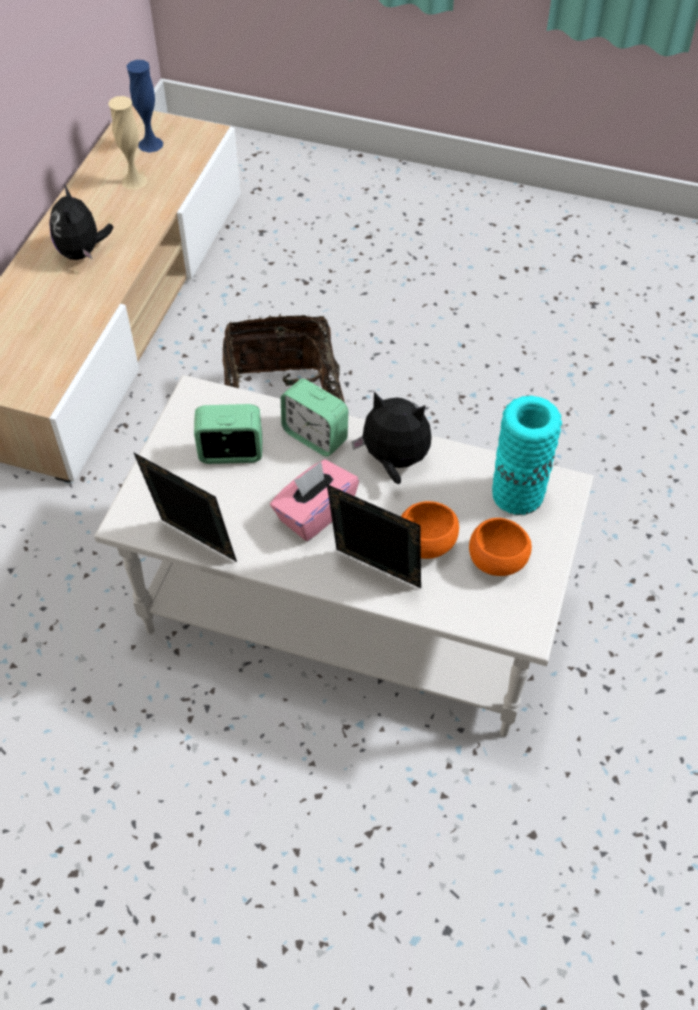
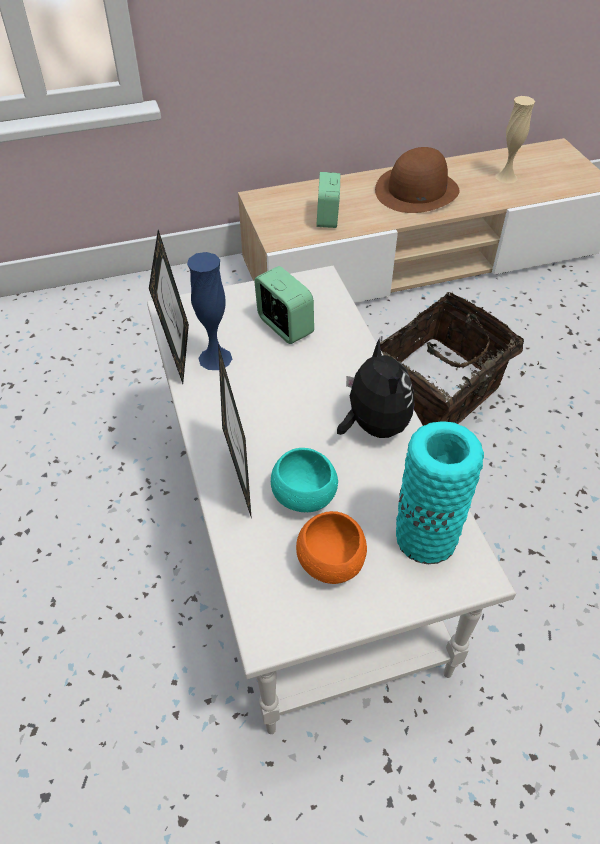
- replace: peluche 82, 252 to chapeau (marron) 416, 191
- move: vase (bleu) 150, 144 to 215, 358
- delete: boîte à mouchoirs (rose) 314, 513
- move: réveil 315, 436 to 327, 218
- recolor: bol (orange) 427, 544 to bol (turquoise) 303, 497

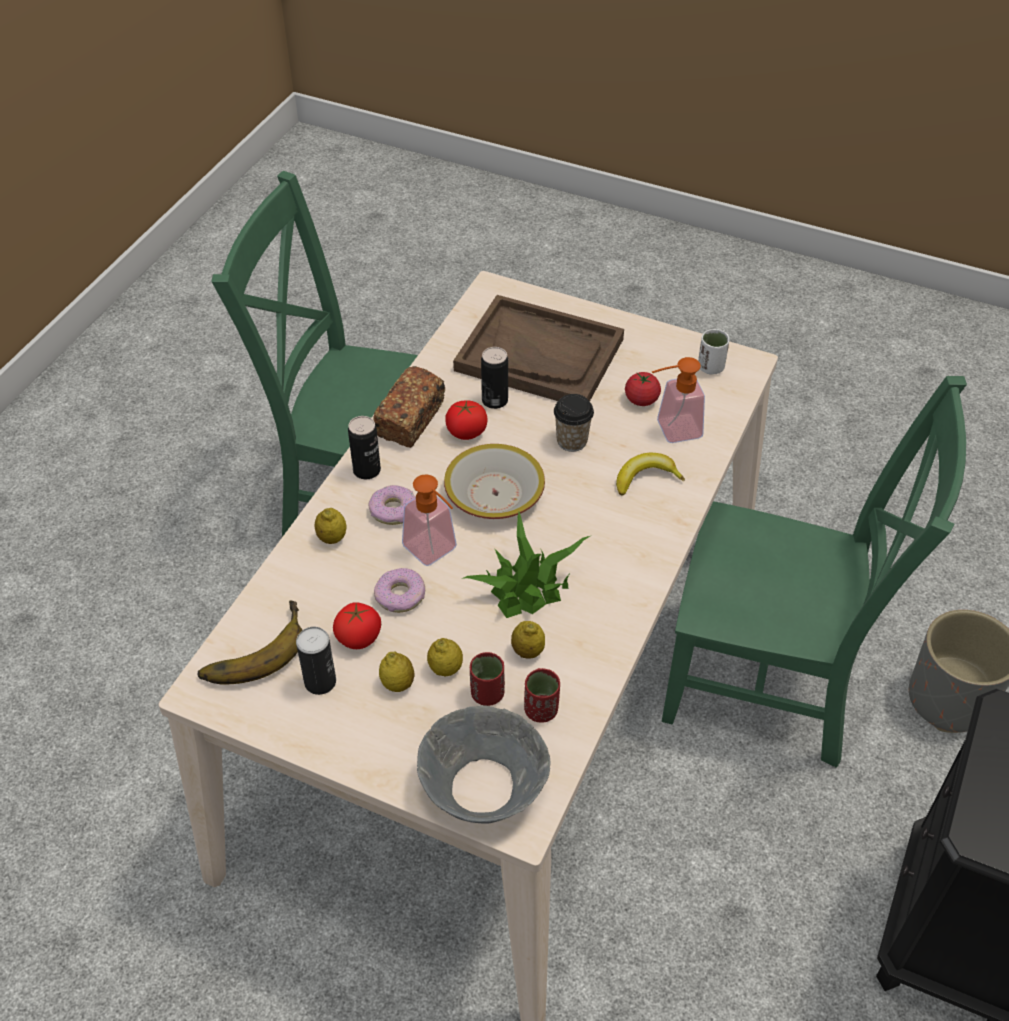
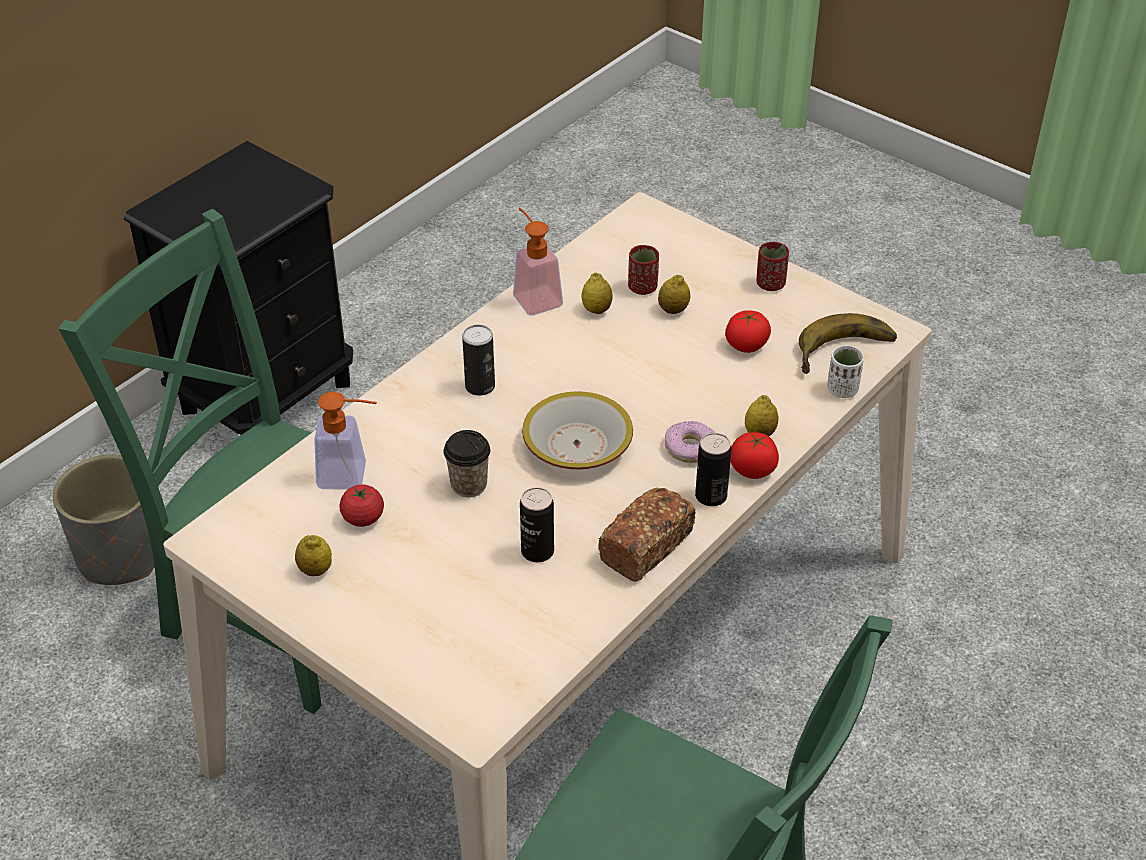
- move: boîte métallique 320, 682 to 480, 386
- delete: beignet 400, 596
- move: citron 397, 684 to 315, 570
- move: distributeur de savon 435, 552 to 534, 296
- delete: bol (gris) 484, 788
- move: tomate 466, 432 to 752, 469
- delete: plateau (marron) 540, 355
- delete: plante en pot 527, 587
- move: tasse (rouge) 541, 710 to 770, 284
- delete: banane 645, 478
- move: tasse (blanc) 710, 367 to 842, 390

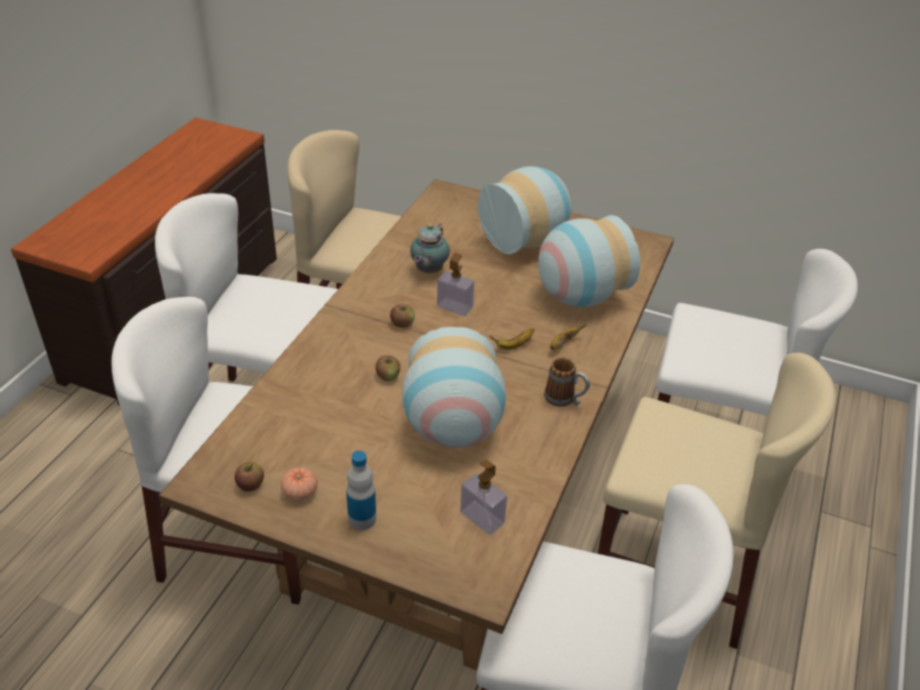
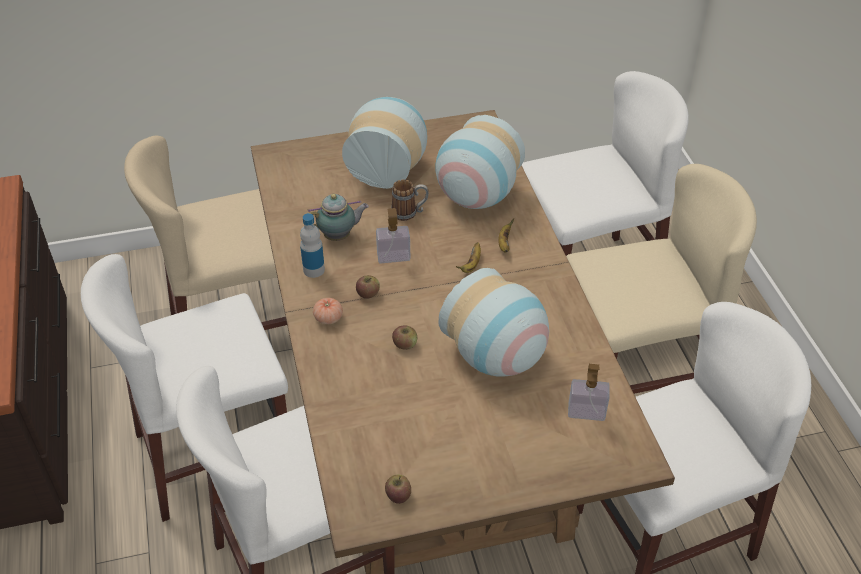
- move: tomate 300, 492 to 328, 318
- move: bouteille 362, 519 to 314, 270
- rotate: théière 428, 271 = 339, 236 90 degrees counterclockwise
- move: mug 565, 400 to 409, 213

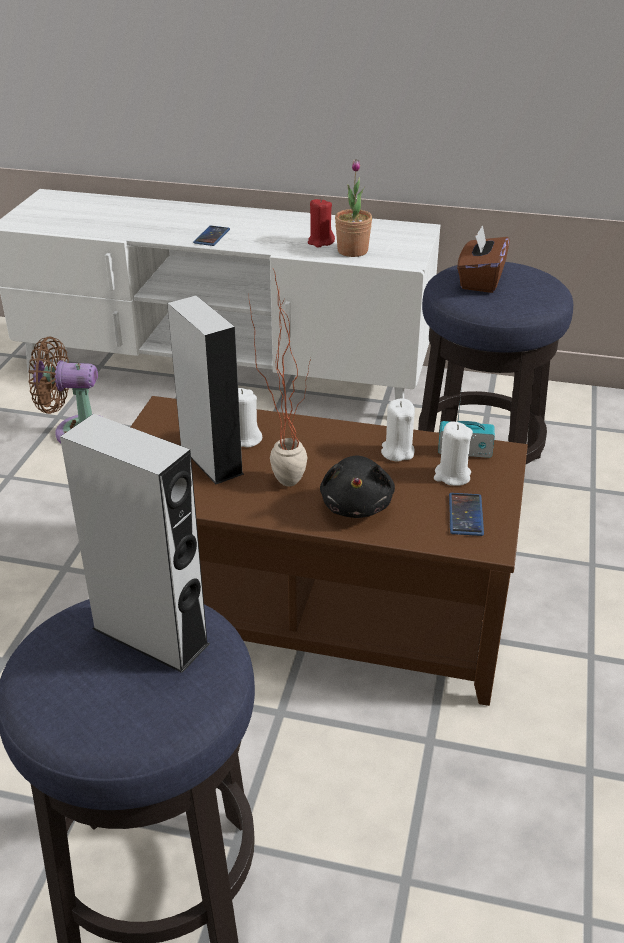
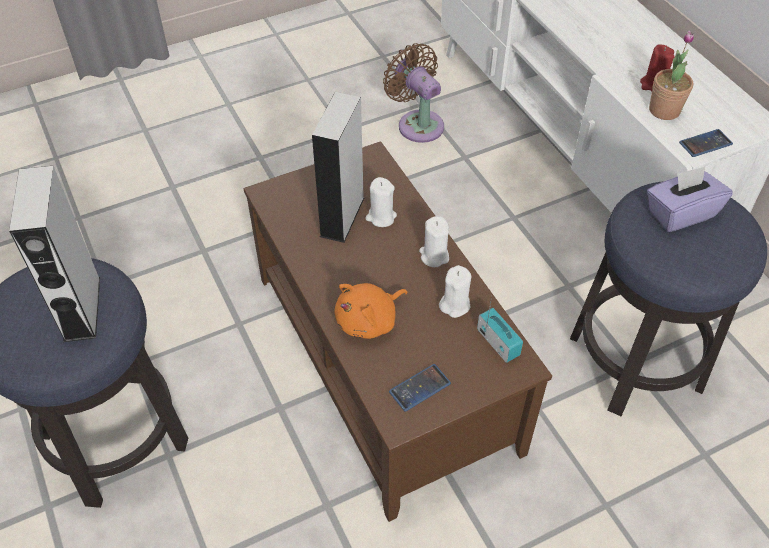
- move: téléphone 212, 236 to 705, 143
- delete: plante en pot 283, 476
- recolor: peluche (noir) 357, 505 to peluche (orange) 369, 321
- move: bougie (blanc) 452, 476 to 434, 256
- recolor: boîte à mouchoirs (marron) 480, 280 to boîte à mouchoirs (violet) 680, 213

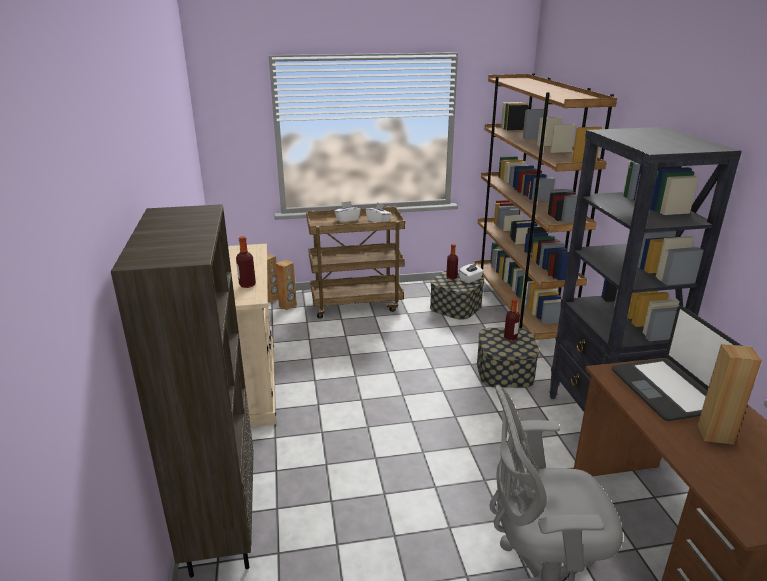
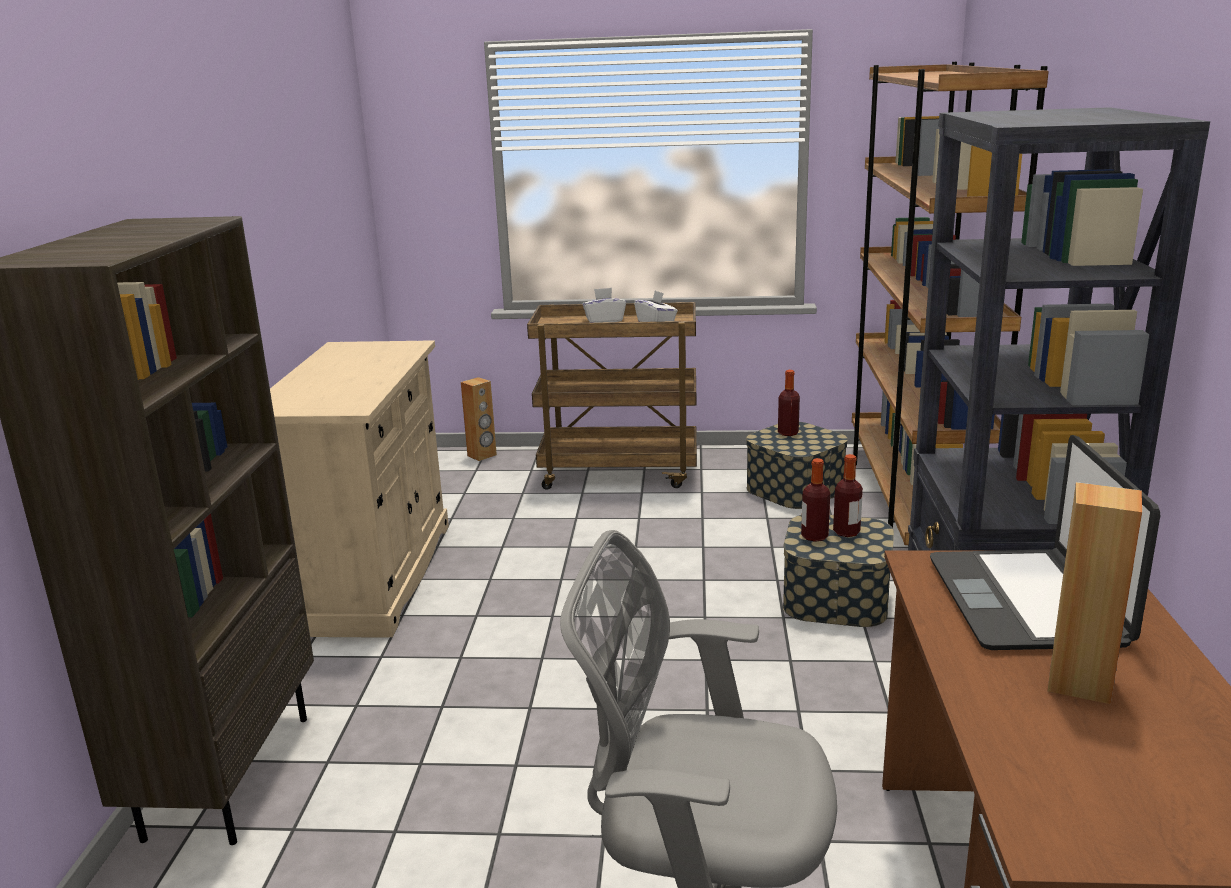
- move: bouteille 247, 285 to 814, 536
- delete: enceinte (marron) 288, 306
- delete: boîte à mouchoirs (blanc) 470, 279

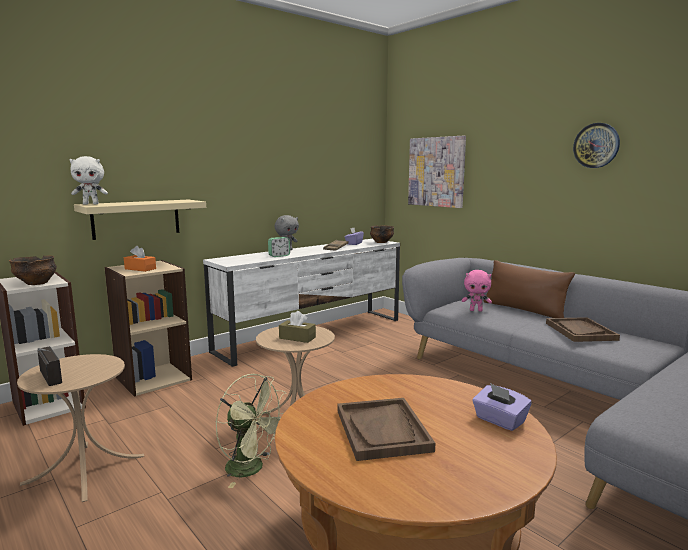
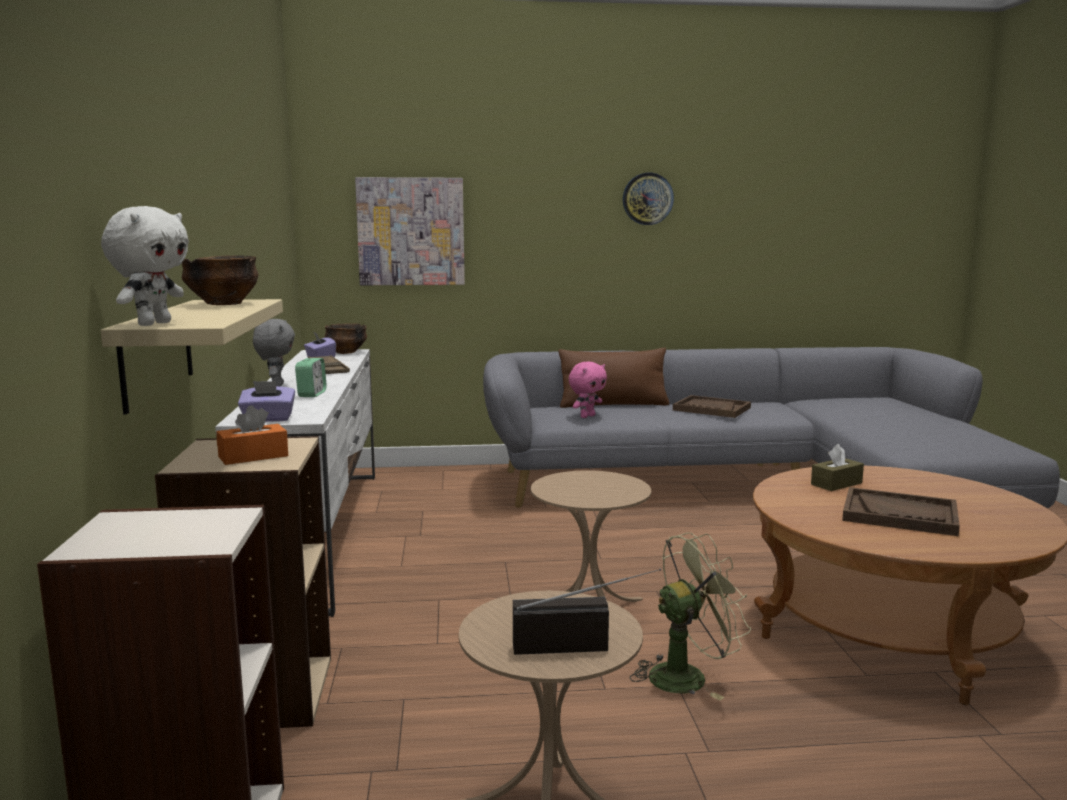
- move: bol 36, 283 to 223, 304
- move: boîte à mouchoirs (marron) 297, 338 to 836, 484
- move: boîte à mouchoirs (violet) 499, 421 to 268, 419

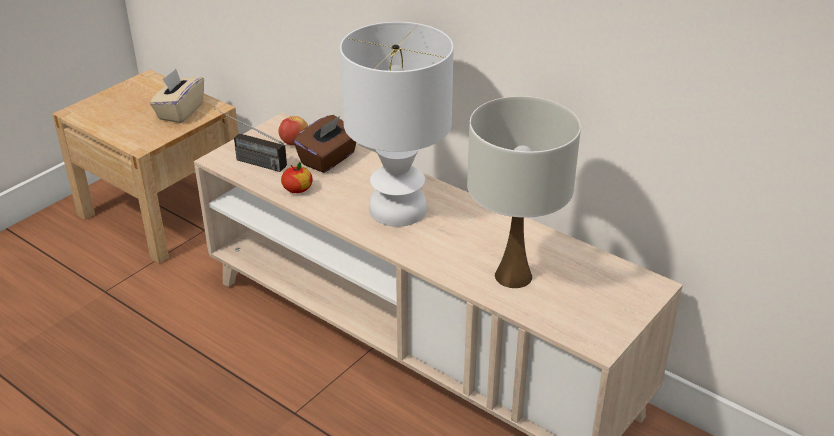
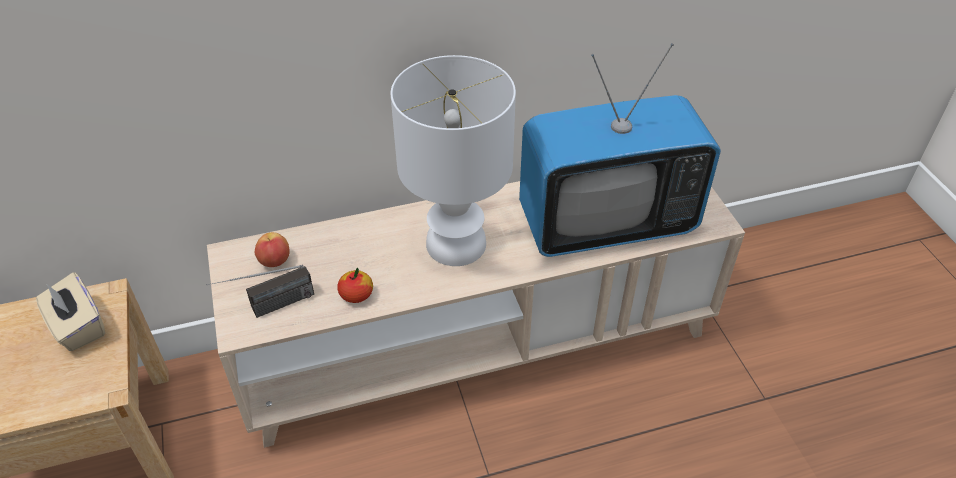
- delete: boîte à mouchoirs (marron) 328, 159
- replace: lampe de table (blanc) 514, 276 to téléviseur 606, 223

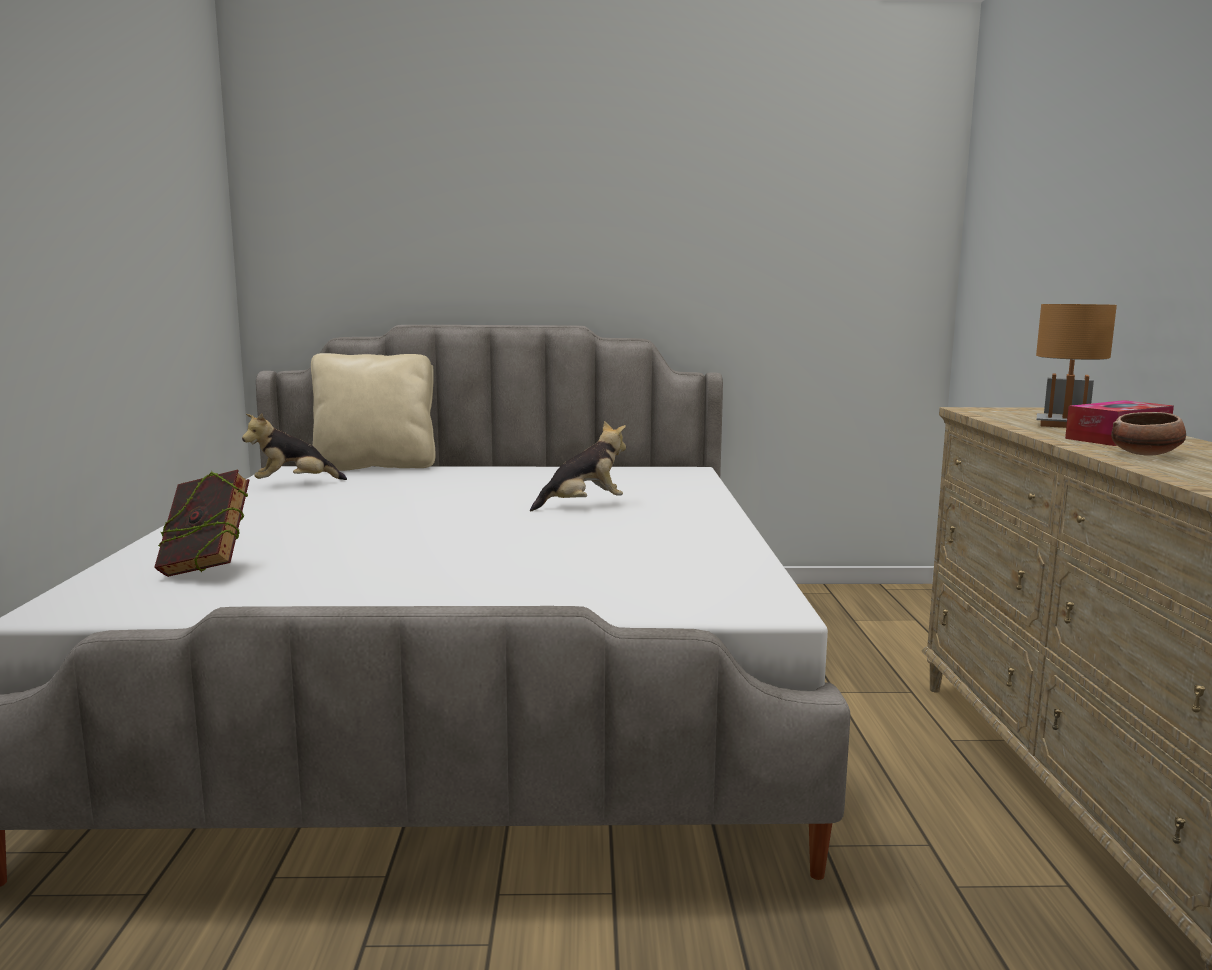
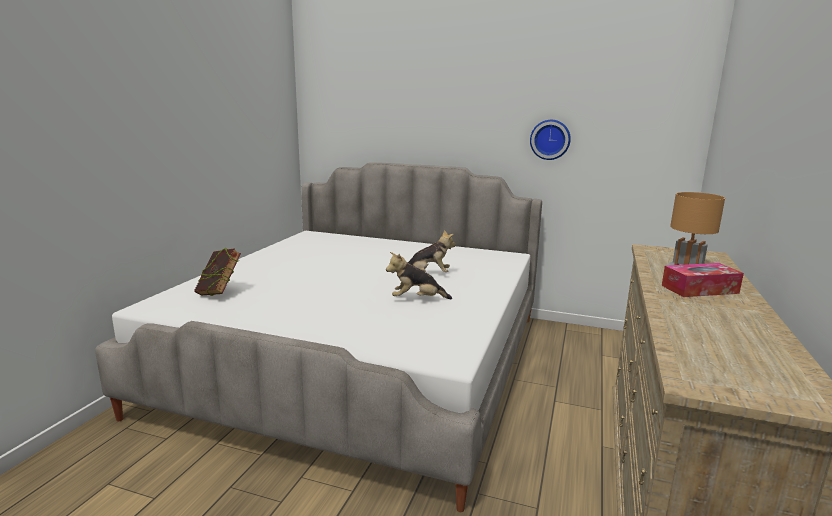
- move: peluche 294, 484 to 417, 299
- delete: coussin (beige) 375, 466
- delete: bol 1146, 454
- insert: horloge murale 550, 139

